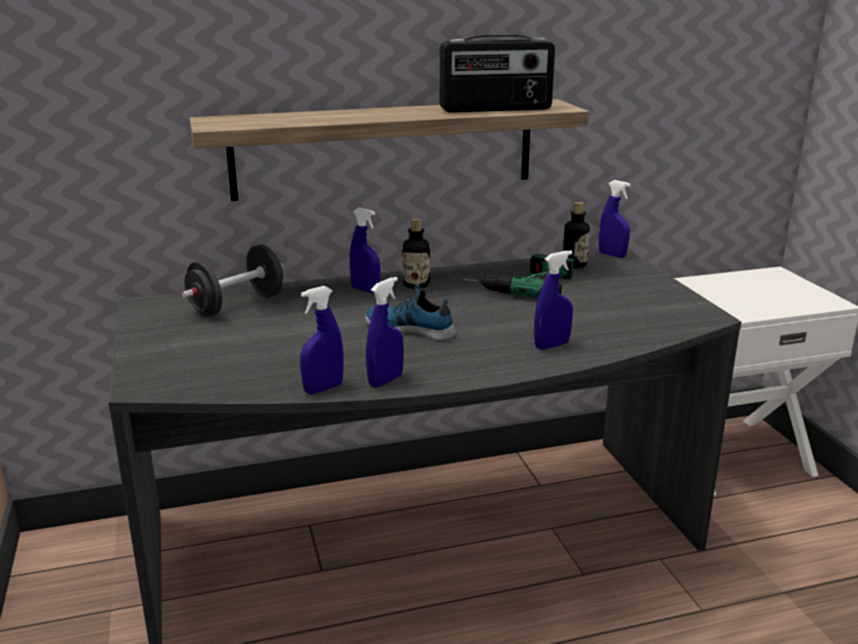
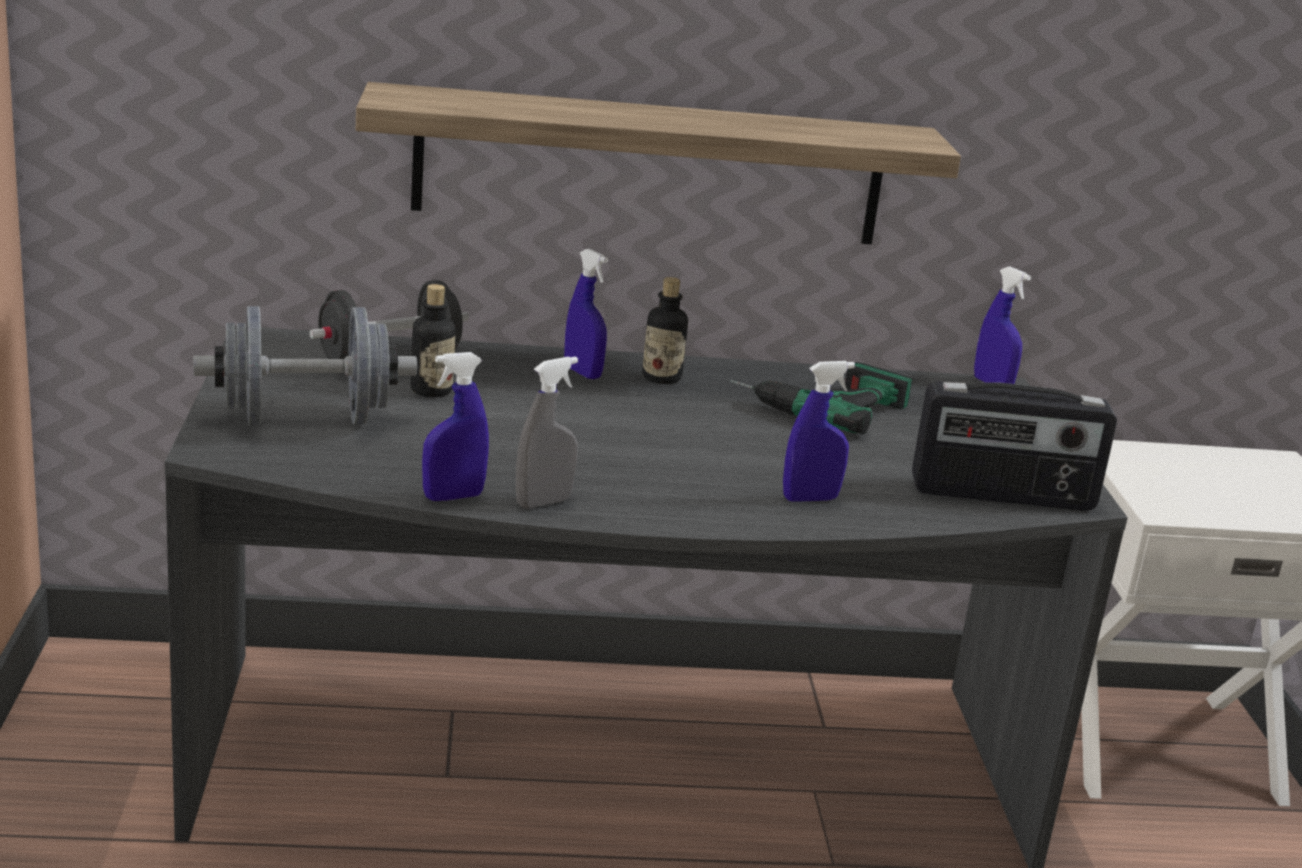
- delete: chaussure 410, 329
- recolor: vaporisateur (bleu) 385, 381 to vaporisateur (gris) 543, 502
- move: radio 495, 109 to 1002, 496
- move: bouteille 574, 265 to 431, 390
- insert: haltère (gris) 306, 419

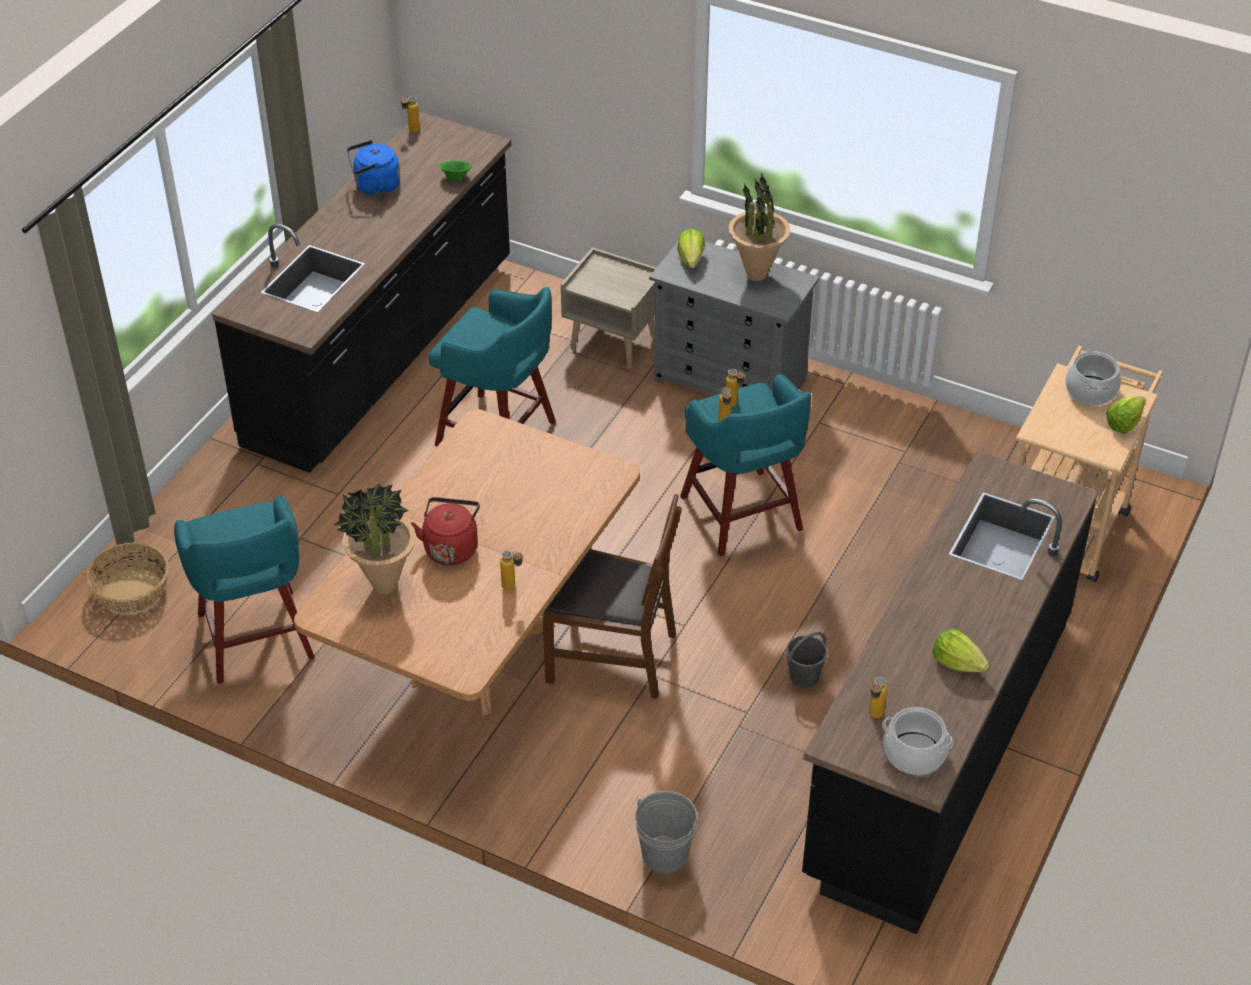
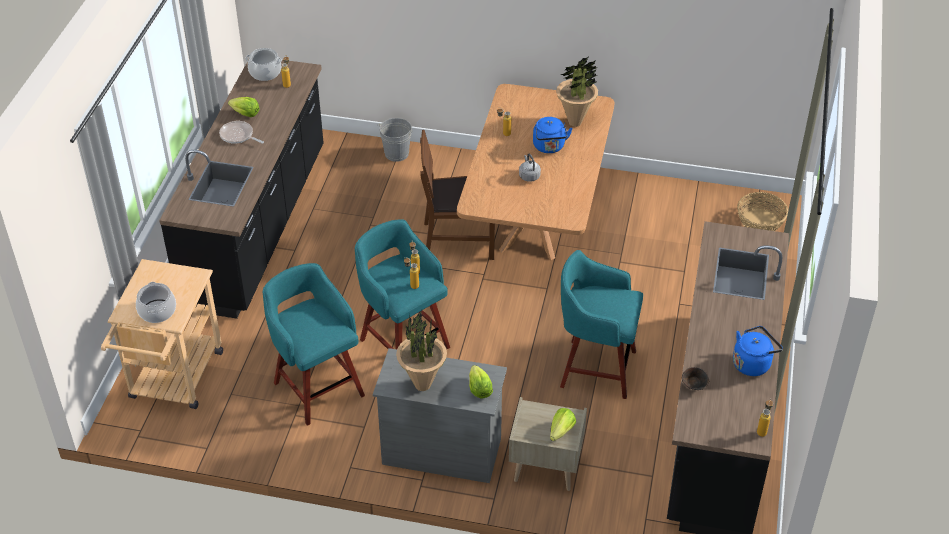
- move: tabouret (turquoise) 256, 639 to 317, 387
- recolor: bouilloire (rouge) 451, 547 to bouilloire (bleu) 549, 147
- recolor: bol (vert) 455, 178 to bol (marron) 694, 386
- delete: seau (gris) 803, 677
- move: laitue 1124, 423 to 561, 431
- insert: poêle 238, 136
- insert: bouilloire (gris) 529, 176

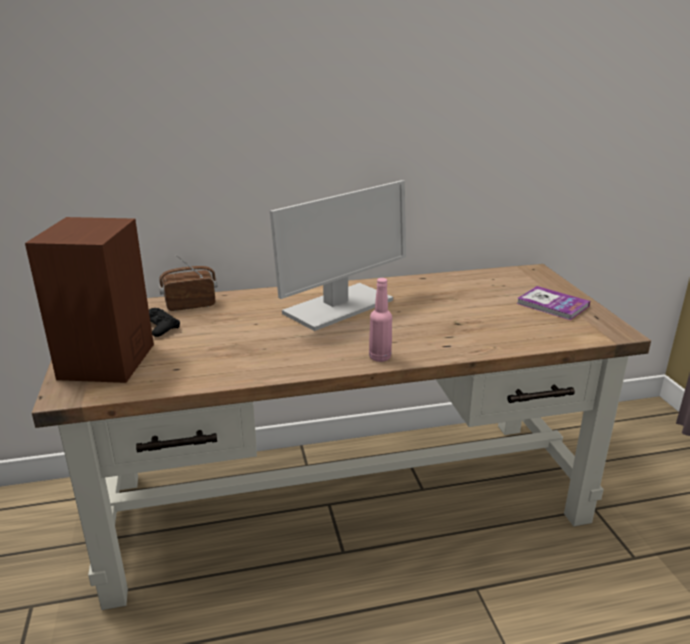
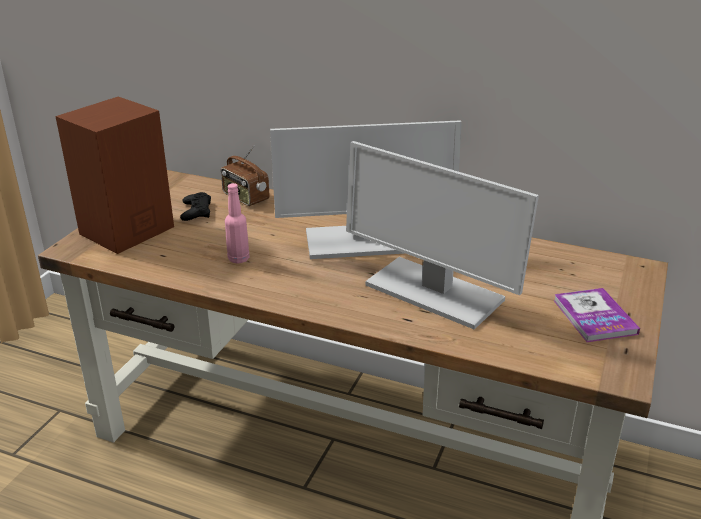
- rotate: radio 190, 305 = 245, 198 150 degrees counterclockwise
- move: bouteille (rose) 380, 357 to 238, 259
- insert: écran d'ordinateur 432, 292

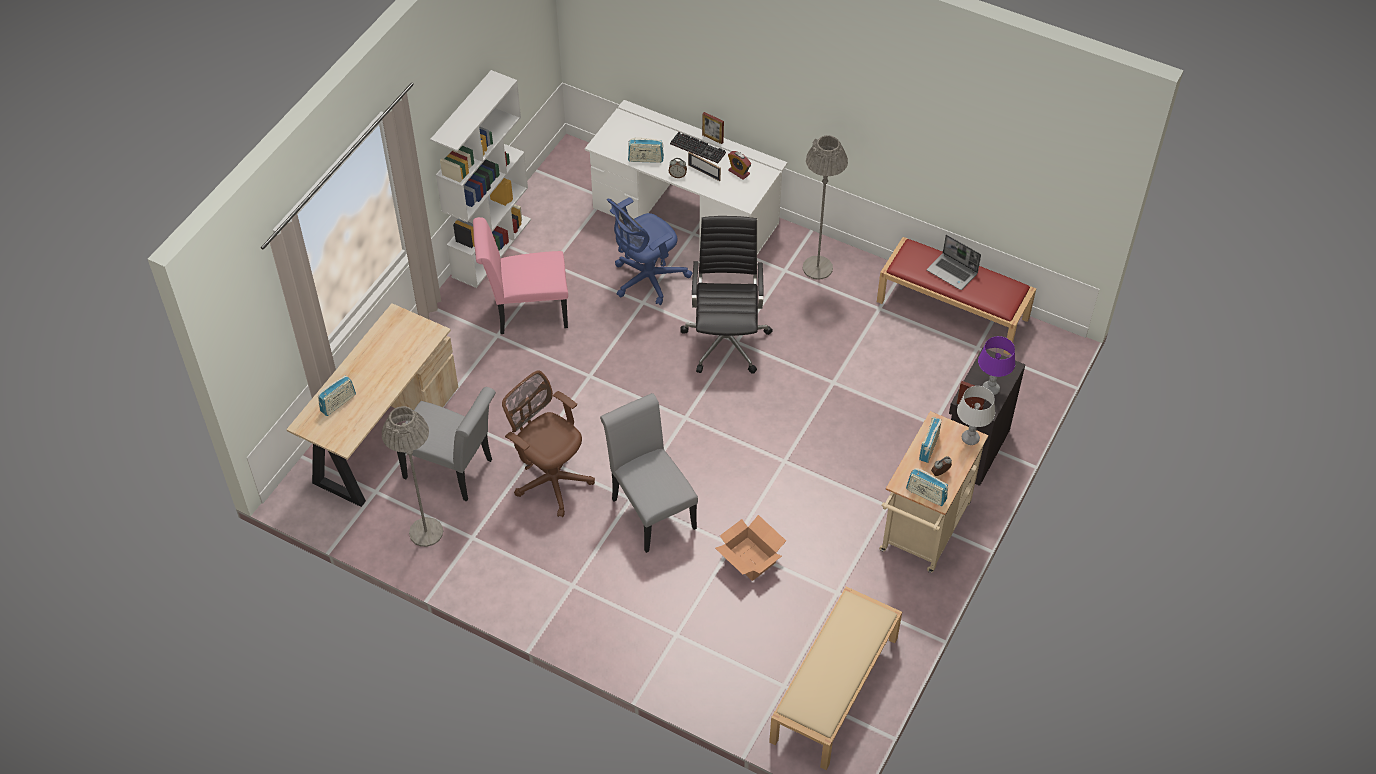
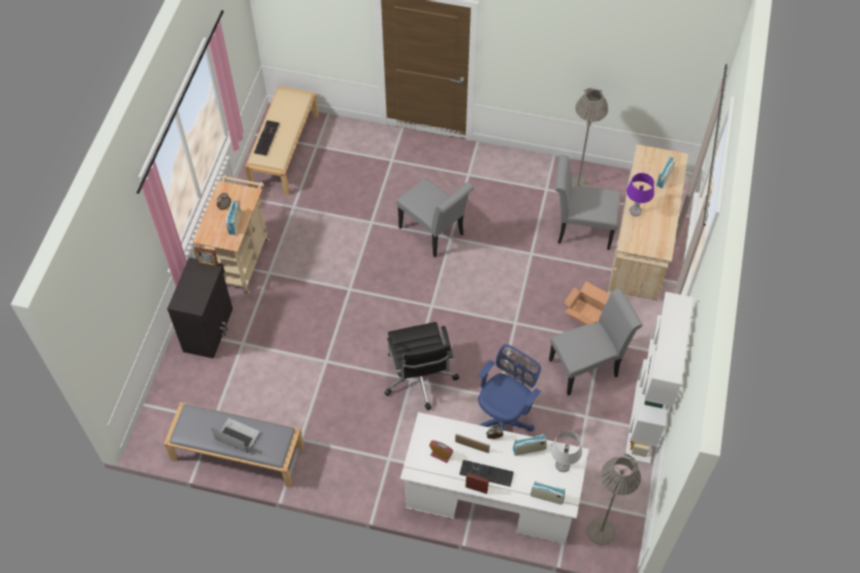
- recolor: chaise (rose) 525, 311 to chaise (gris) 587, 366
- delete: chaise de bureau (marron) 550, 478
- move: carton 750, 558 to 586, 314
- move: lampadaire (gris) 817, 268 to 601, 531
- recolor: banc (rouge) 953, 309 to banc (gris) 237, 453
- move: radio 926, 495 to 547, 497
- move: lampe de table (gris) 970, 438 to 562, 465
- move: lampe de table (violet) 990, 389 to 635, 211
- insert: clavier 266, 137

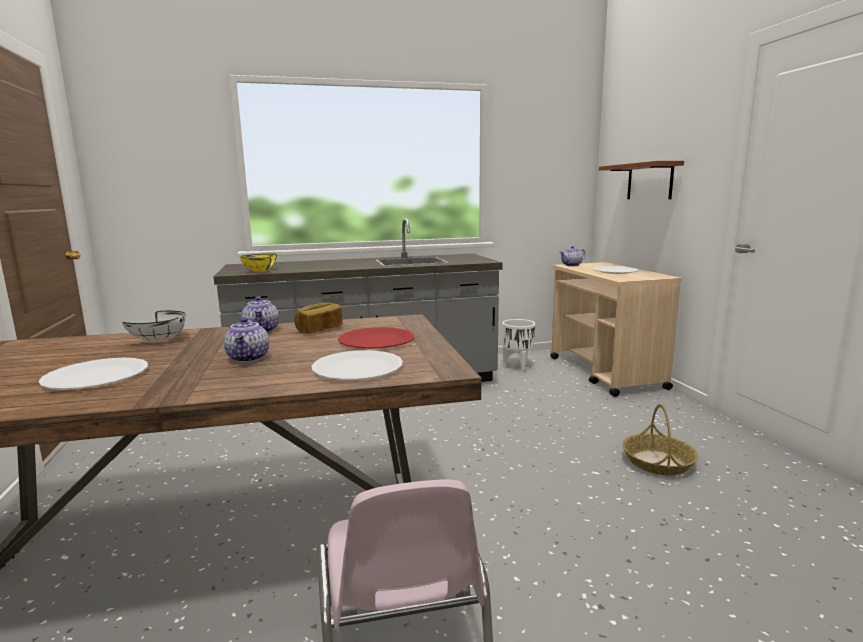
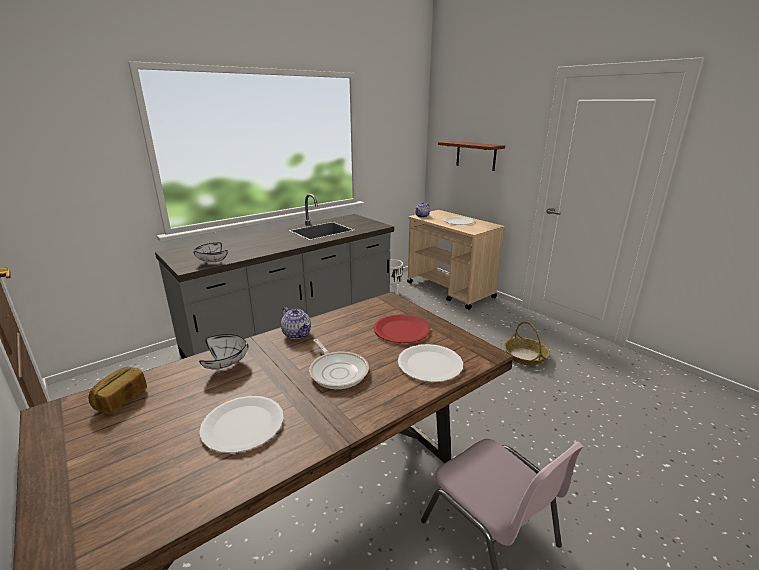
- replace: théière 249, 358 to poêle 338, 371
- recolor: bol (jaune) 258, 271 to bol (blanc) 211, 262
- move: pain 319, 329 to 120, 399

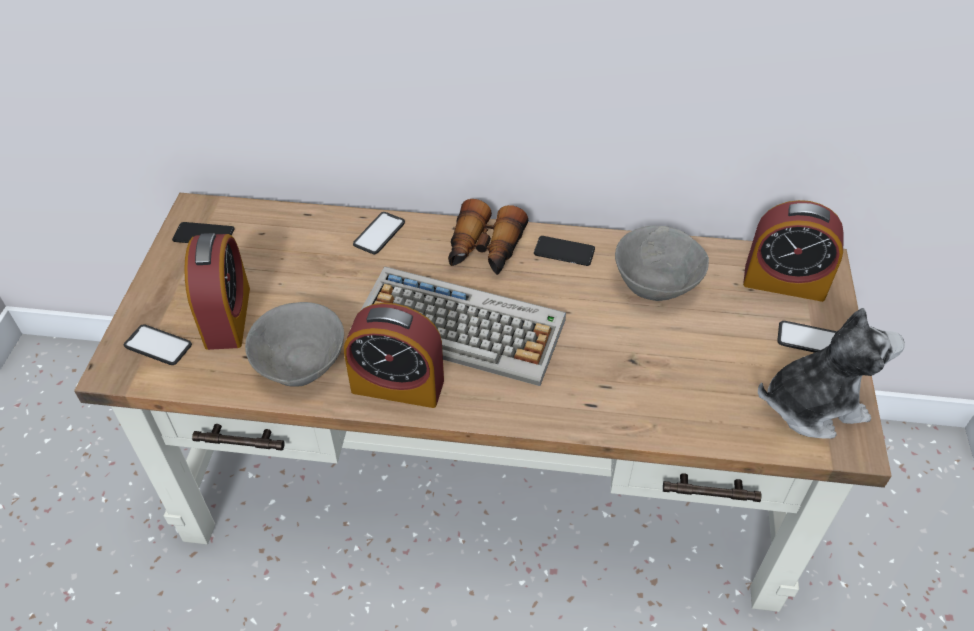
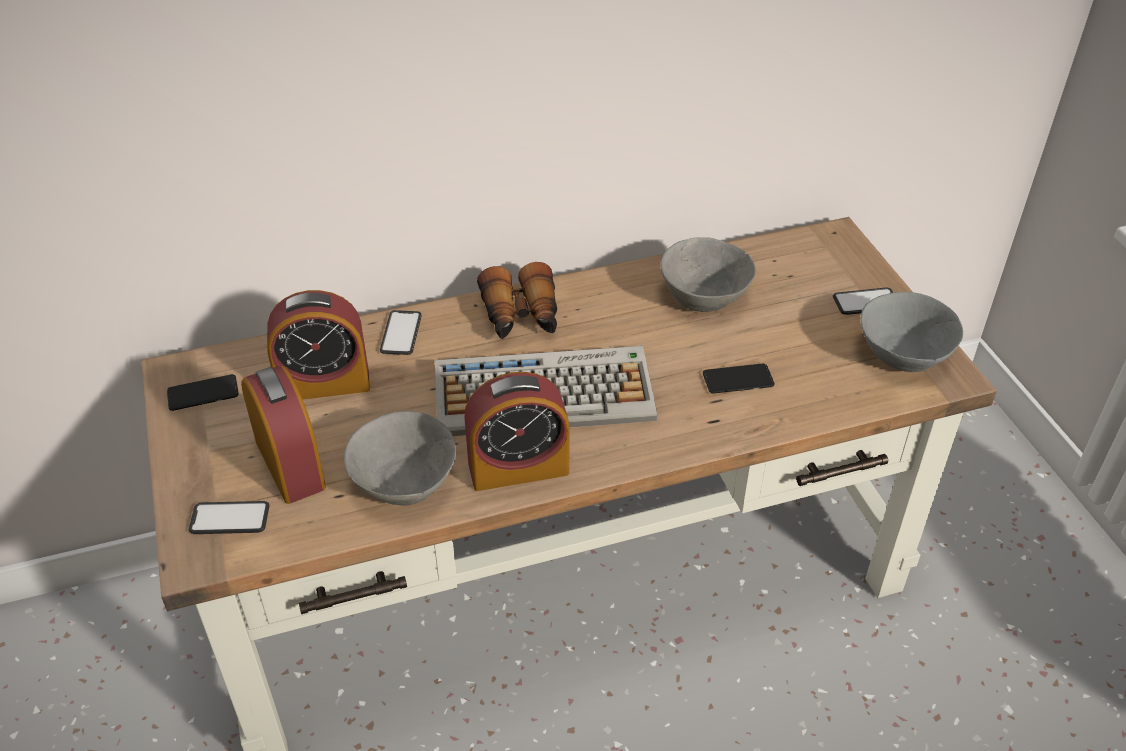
- move: téléphone 564, 251 to 738, 379
- move: réveil 784, 282 to 324, 383
- replace: peluche 812, 404 to bol (gris) 901, 355

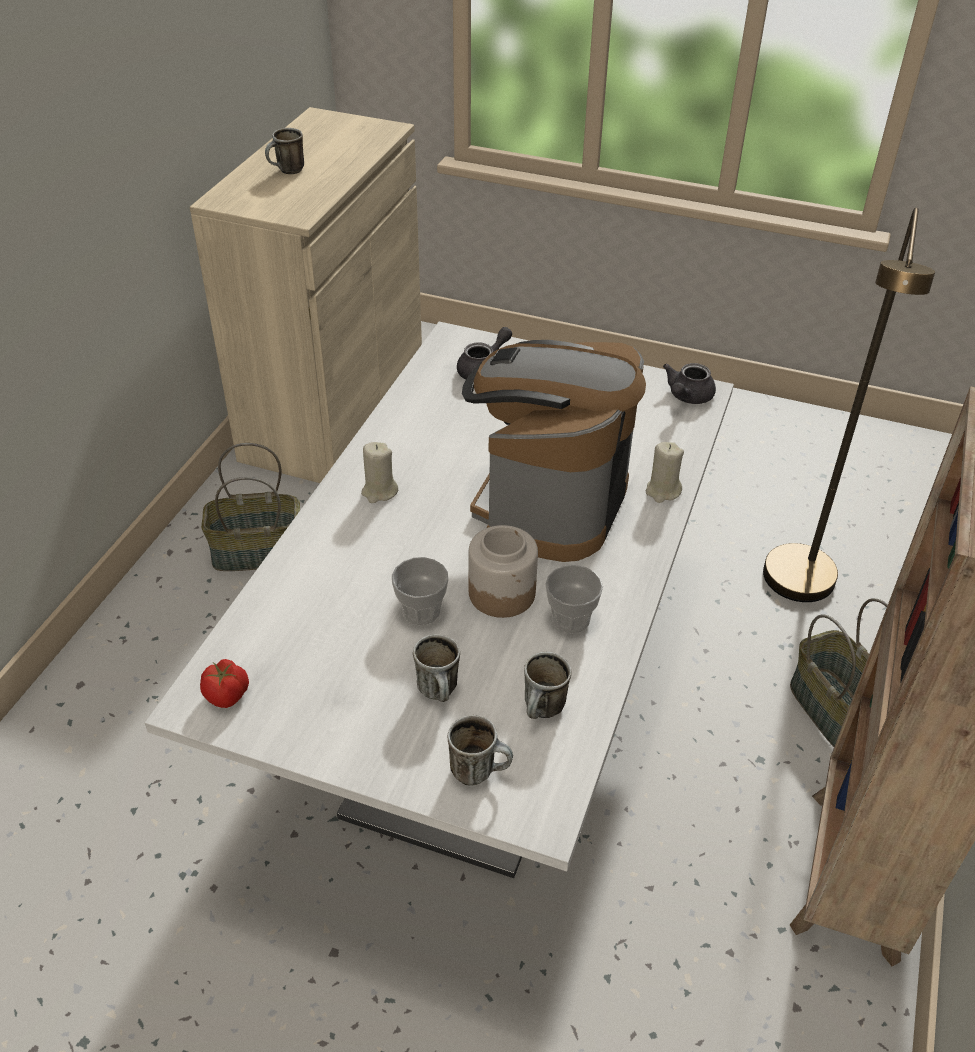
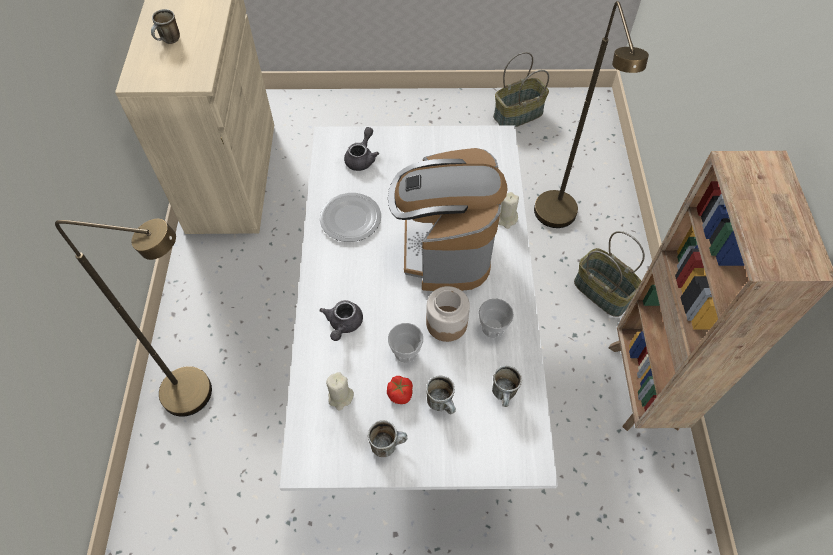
- move: tomate 227, 695 to 400, 394
- move: panier 257, 554 to 518, 115
- move: bougie (beige) 379, 491 to 340, 397
- move: mug 480, 771 to 388, 444
- move: théière (gris) 687, 397 to 343, 324
- insert: lampadaire (marron) 201, 393
- insert: assiette 350, 219

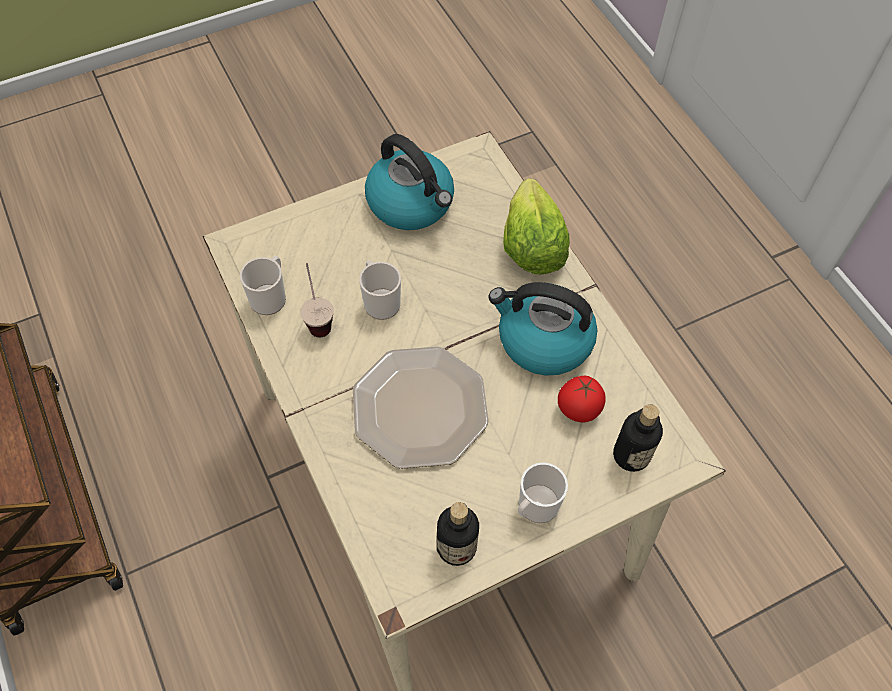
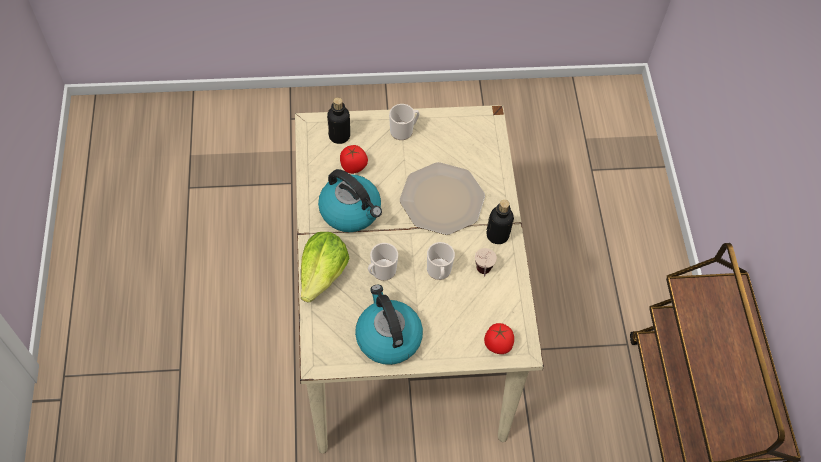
- move: mug 270, 297 to 381, 271
- move: bouteille 456, 547 to 497, 235
- insert: tomate 497, 345

